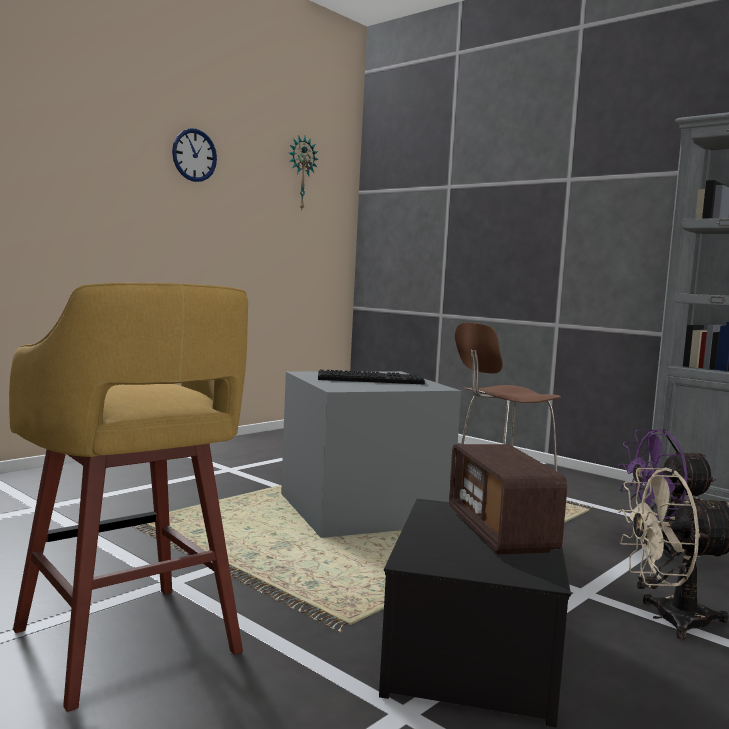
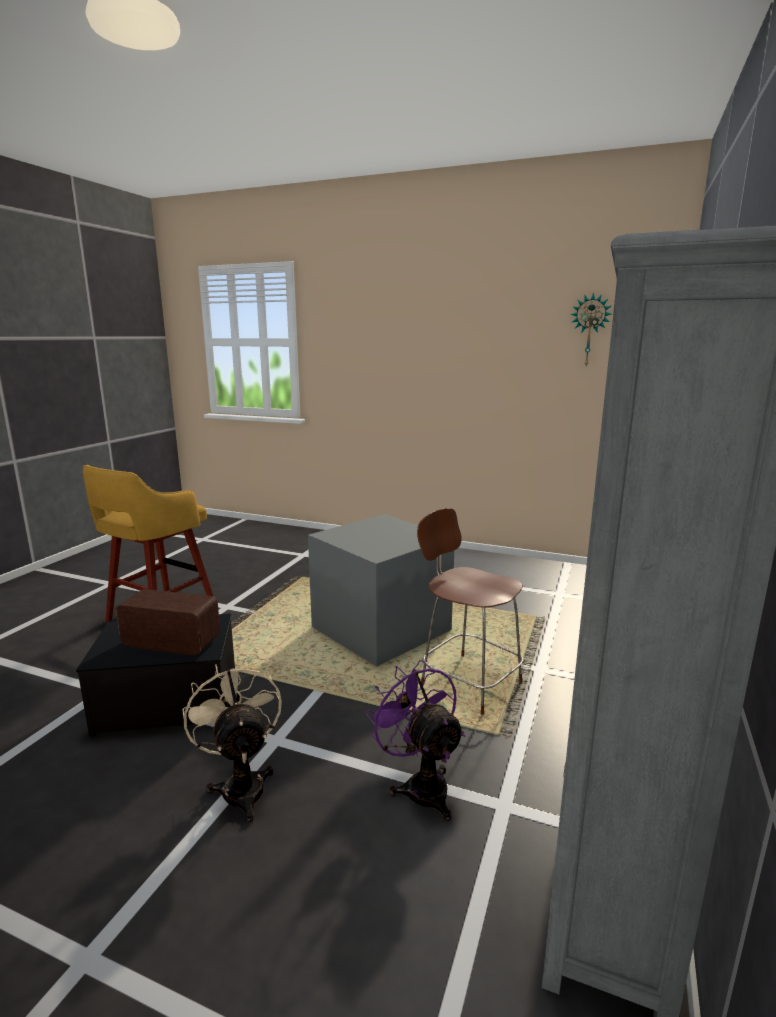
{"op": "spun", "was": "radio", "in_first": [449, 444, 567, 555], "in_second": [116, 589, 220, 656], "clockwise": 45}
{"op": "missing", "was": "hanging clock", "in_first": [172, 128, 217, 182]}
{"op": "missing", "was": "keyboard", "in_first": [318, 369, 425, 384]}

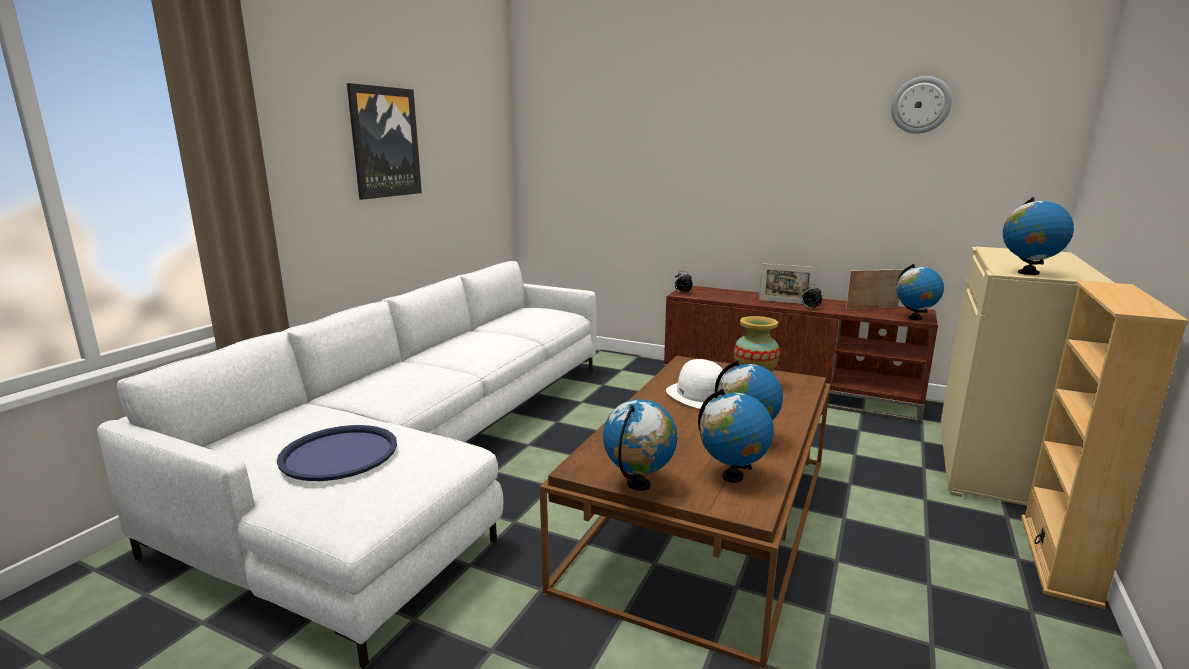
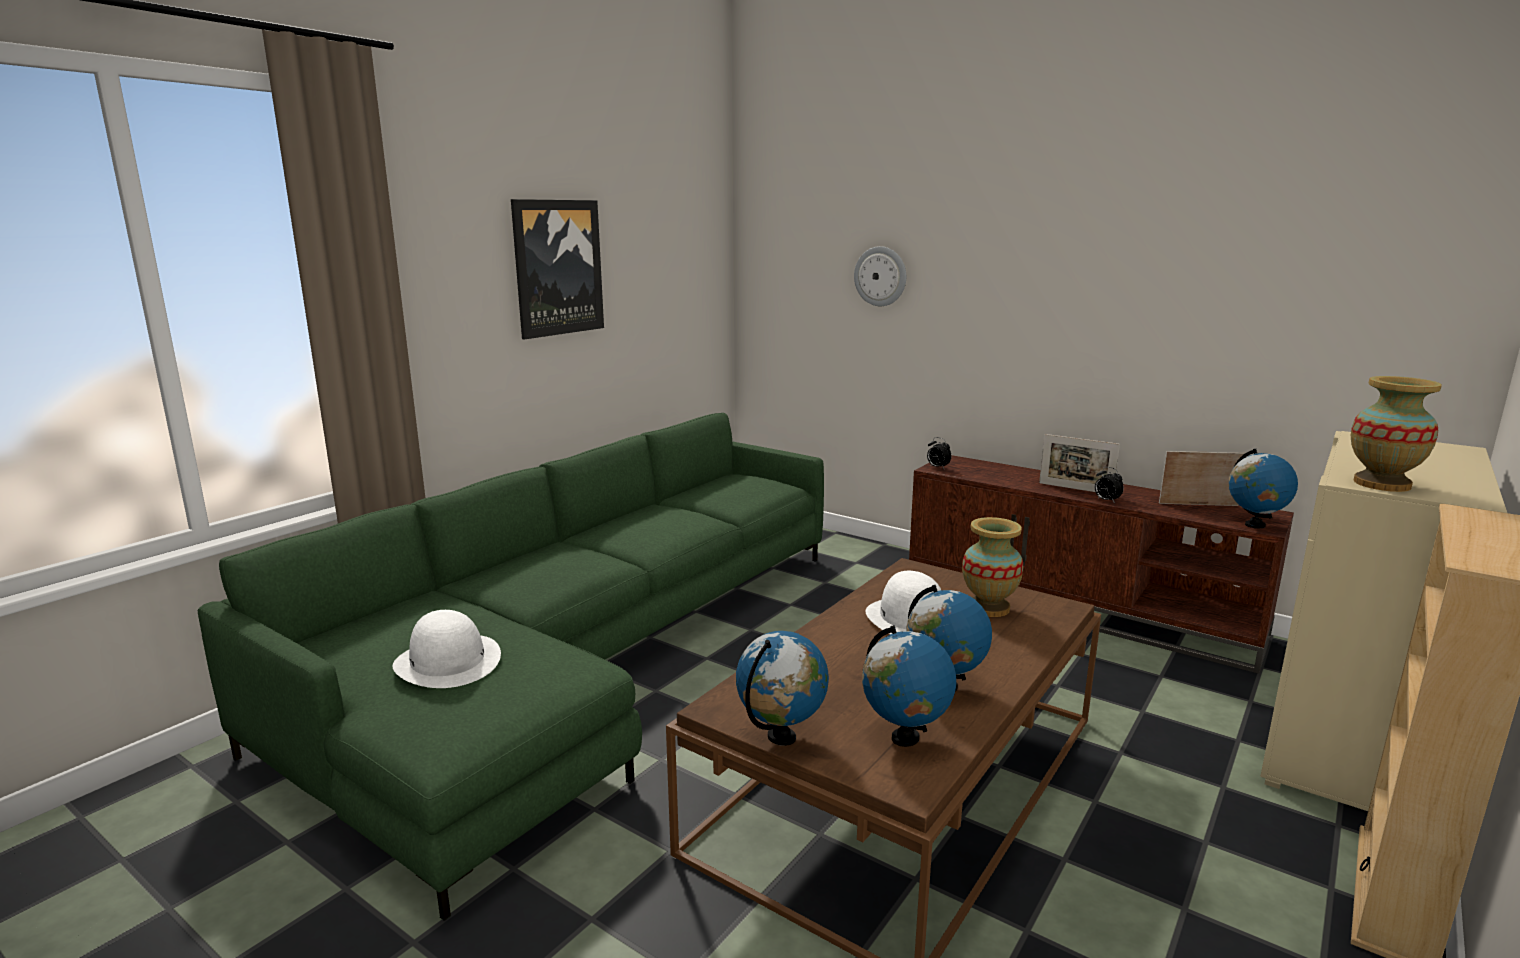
{"op": "colour", "was": "white couch", "now": "greenish couch", "in_first": [97, 261, 597, 668], "in_second": [198, 413, 824, 921]}
{"op": "exchanged", "was": "bluish tray", "now": "white clothing hat", "in_first": [277, 425, 397, 481], "in_second": [393, 610, 501, 688]}
{"op": "relocated", "was": "hanging clock", "in_first": [891, 76, 952, 134], "in_second": [854, 246, 906, 306]}
{"op": "exchanged", "was": "globe", "now": "flower vase", "in_first": [1003, 197, 1074, 275], "in_second": [1351, 376, 1442, 492]}

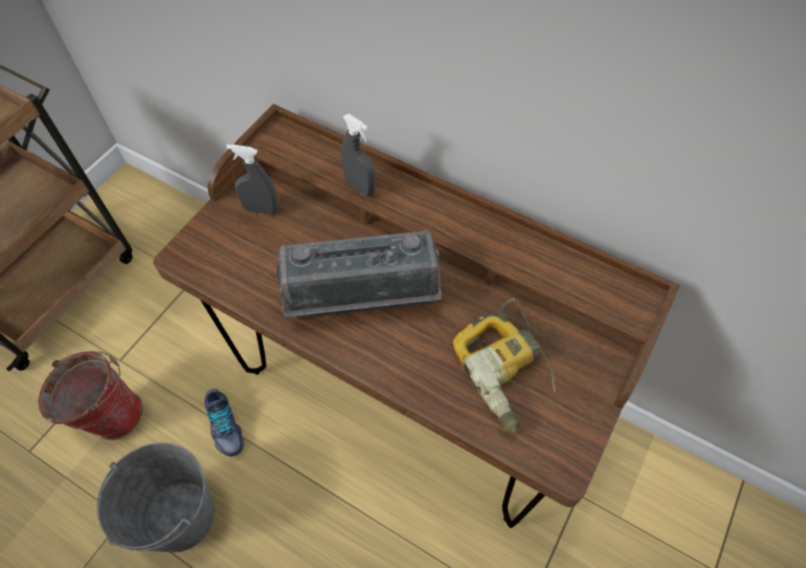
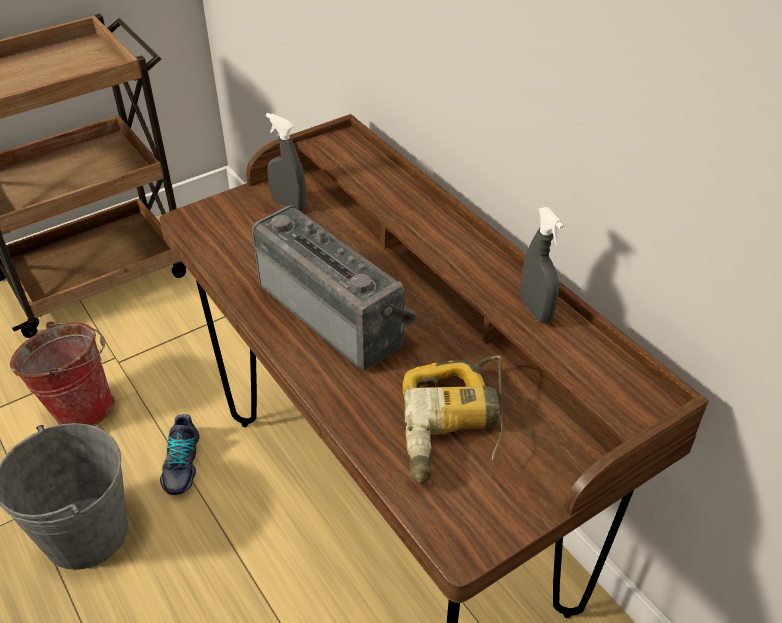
{"op": "spun", "was": "radio", "in_first": [276, 230, 442, 320], "in_second": [252, 205, 418, 371], "clockwise": -150}
{"op": "relocated", "was": "greyish hand sprayer", "in_first": [341, 114, 376, 196], "in_second": [520, 207, 565, 324]}

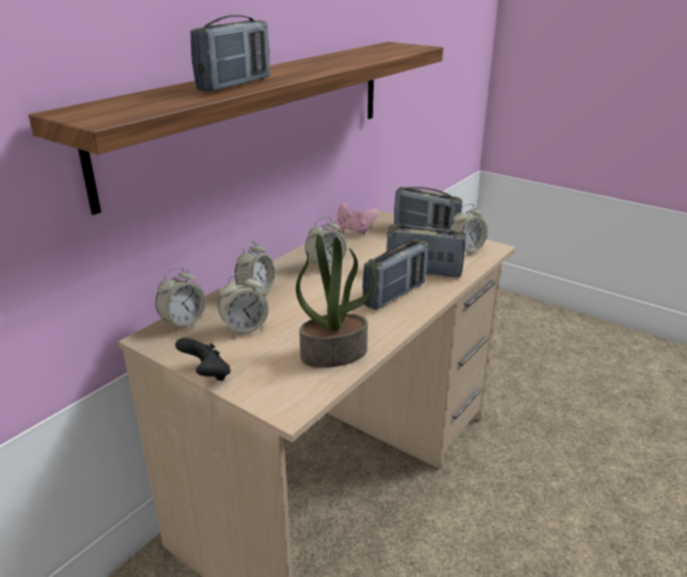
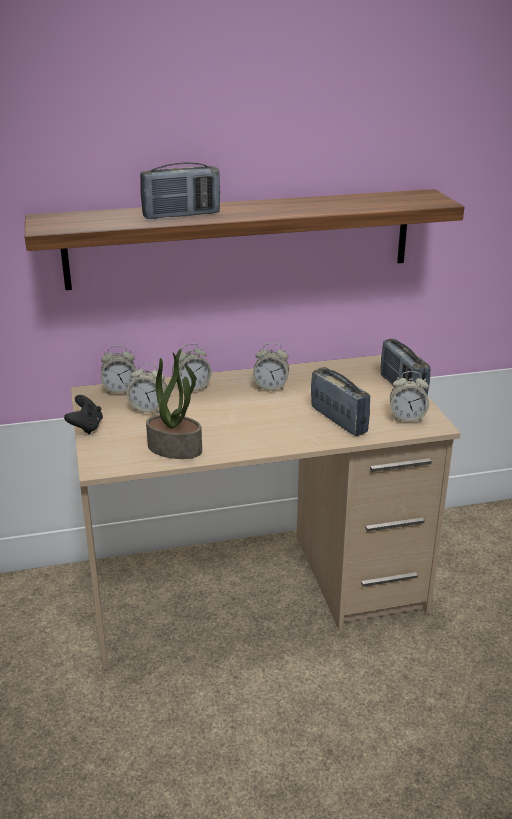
{"op": "missing", "was": "pink gamepad", "in_first": [337, 203, 378, 235]}
{"op": "missing", "was": "radio", "in_first": [362, 239, 428, 310]}

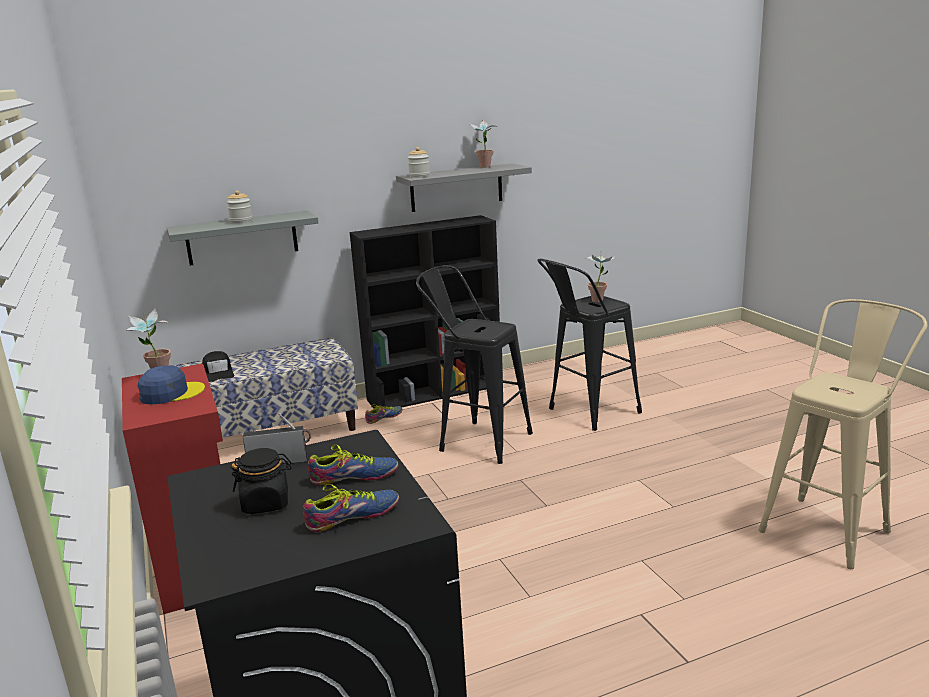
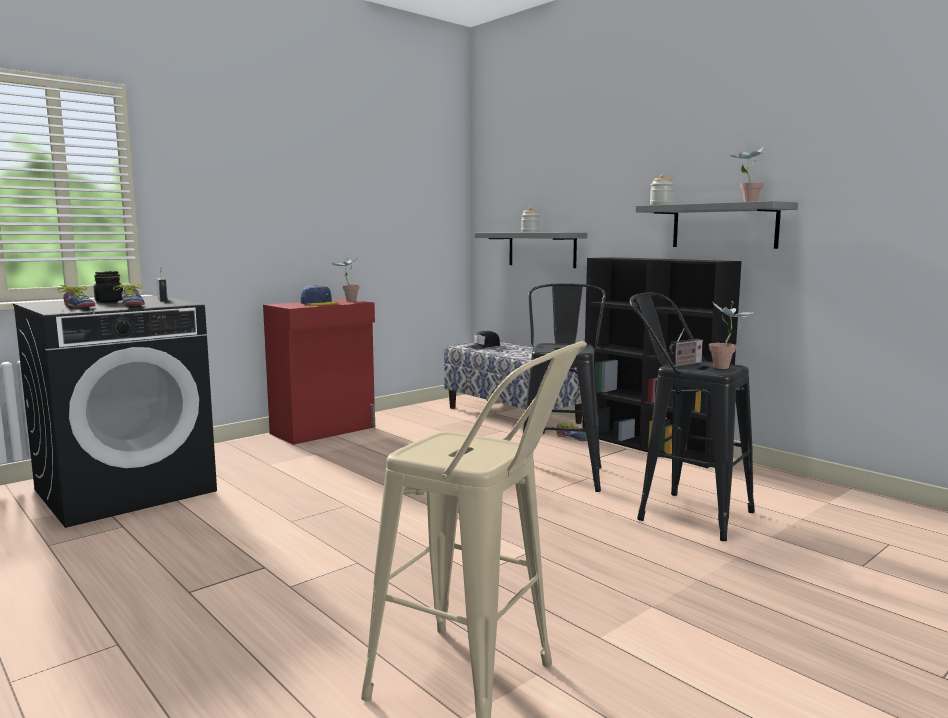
{"op": "appeared", "now": "radio", "in_second": [669, 328, 703, 367]}

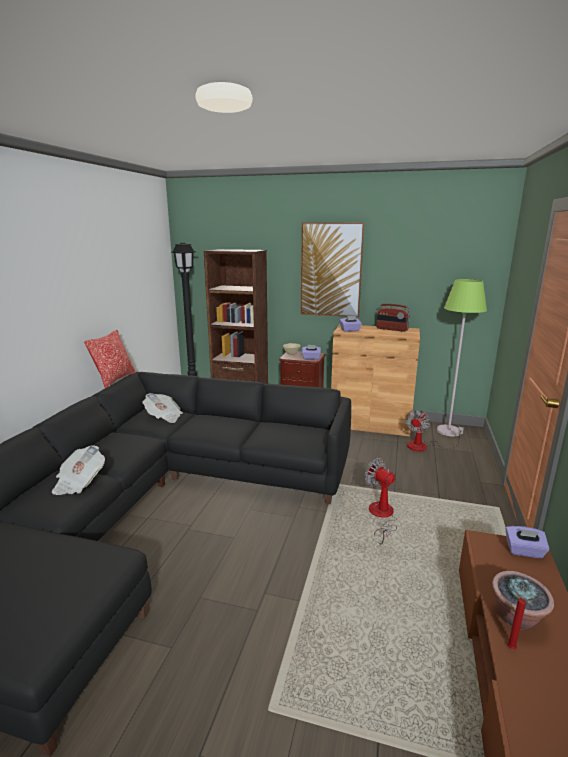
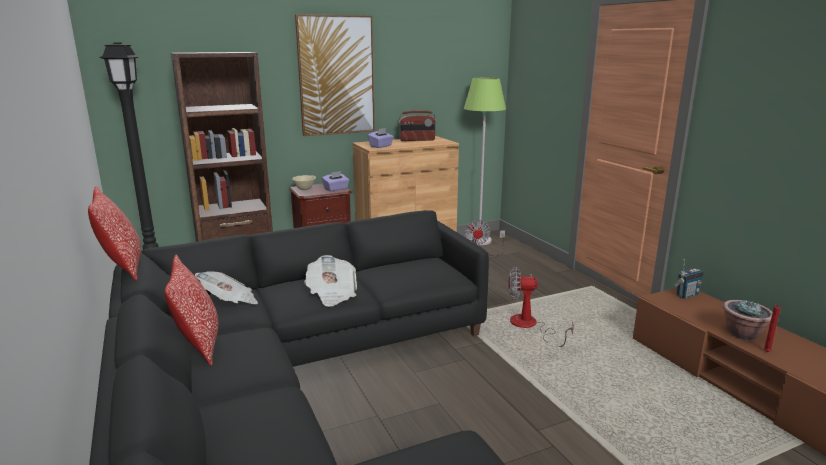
{"op": "appeared", "now": "cushion", "in_second": [165, 255, 219, 366]}
{"op": "relocated", "was": "daily paper", "in_first": [52, 445, 105, 495], "in_second": [304, 255, 357, 307]}
{"op": "exchanged", "was": "purple-coloured tissue holder", "now": "radio", "in_first": [506, 526, 550, 558], "in_second": [674, 259, 704, 299]}

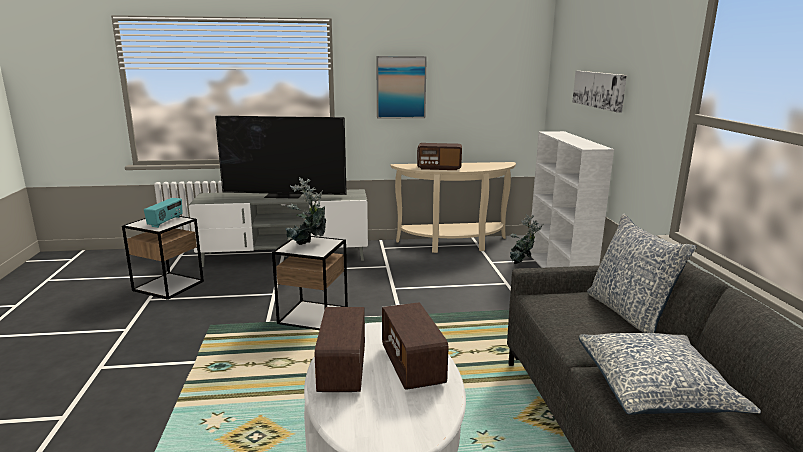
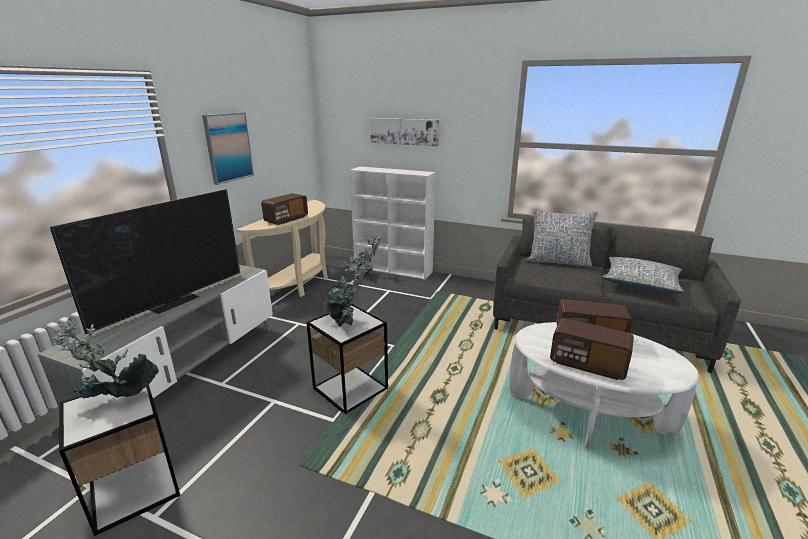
{"op": "exchanged", "was": "radio", "now": "houseplant", "in_first": [144, 198, 183, 228], "in_second": [52, 318, 159, 399]}

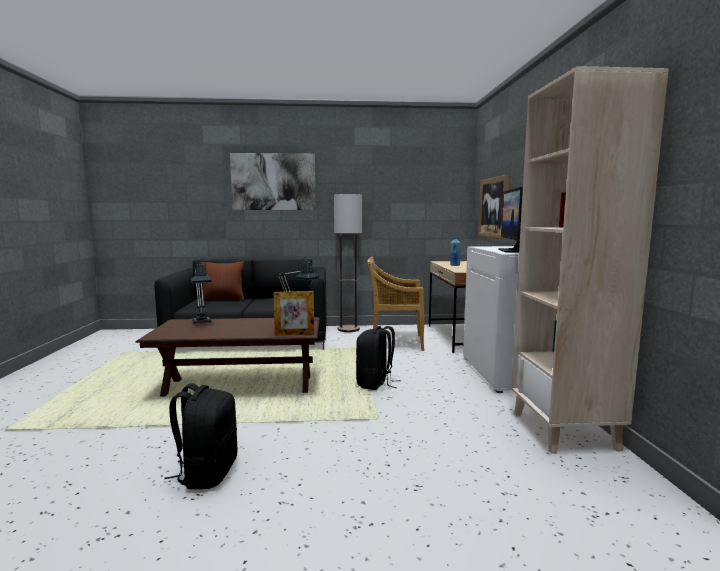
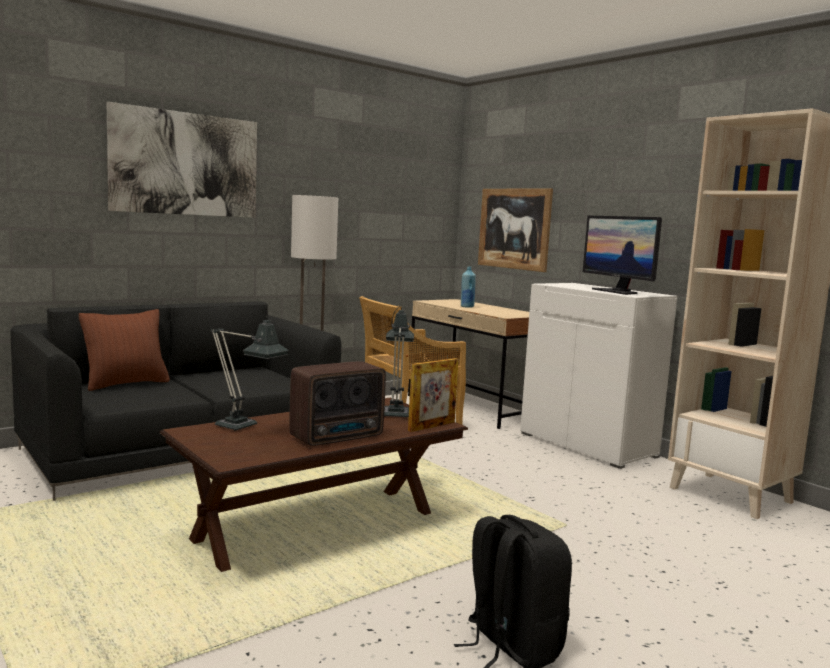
{"op": "appeared", "now": "radio", "in_second": [289, 361, 386, 446]}
{"op": "missing", "was": "black-coloured knapsack", "in_first": [356, 326, 401, 390]}

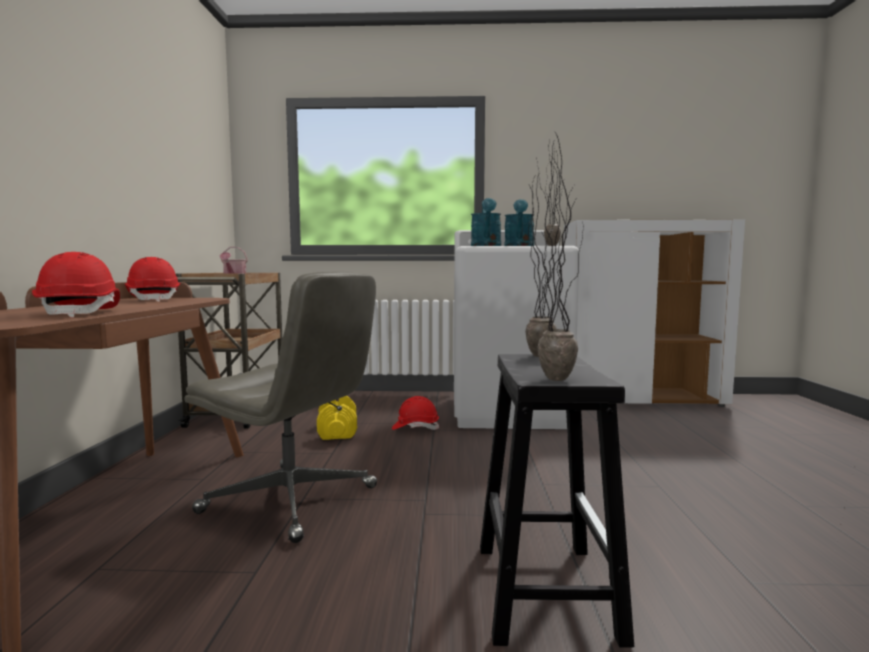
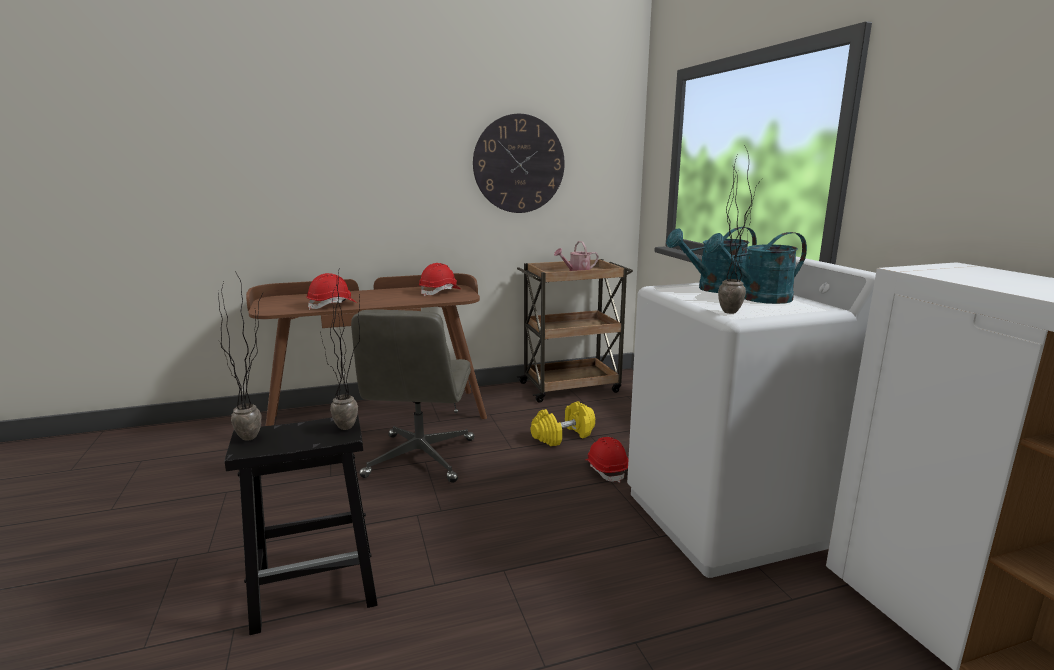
{"op": "appeared", "now": "hanging clock", "in_second": [473, 114, 565, 213]}

